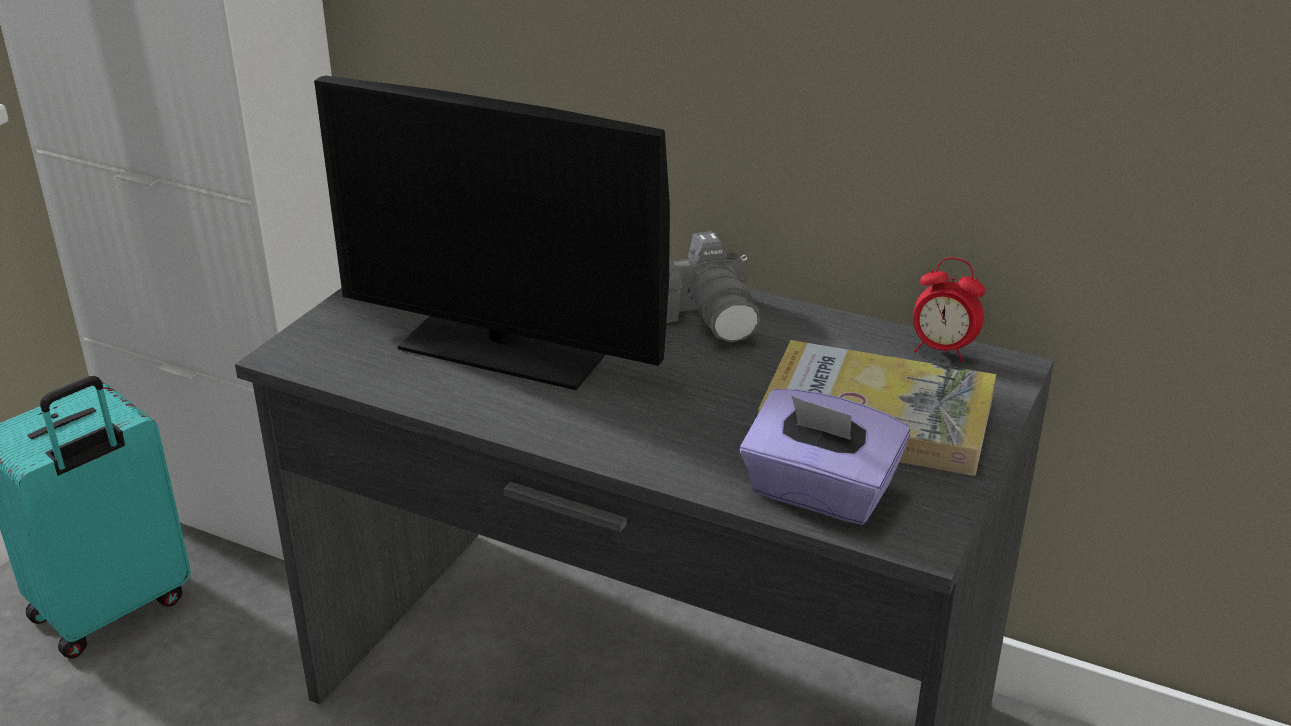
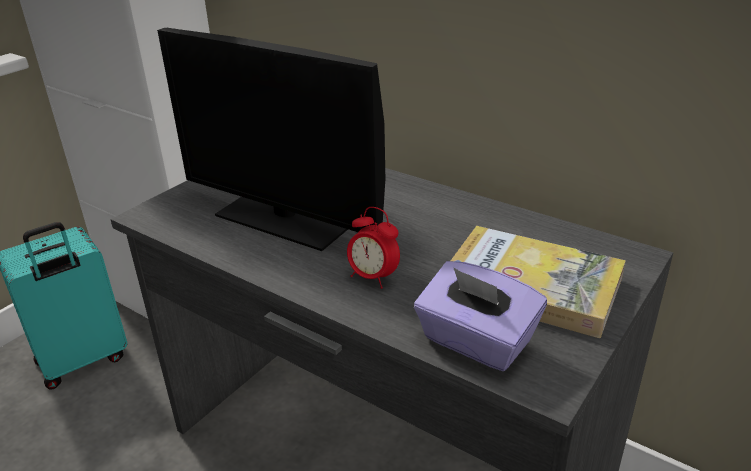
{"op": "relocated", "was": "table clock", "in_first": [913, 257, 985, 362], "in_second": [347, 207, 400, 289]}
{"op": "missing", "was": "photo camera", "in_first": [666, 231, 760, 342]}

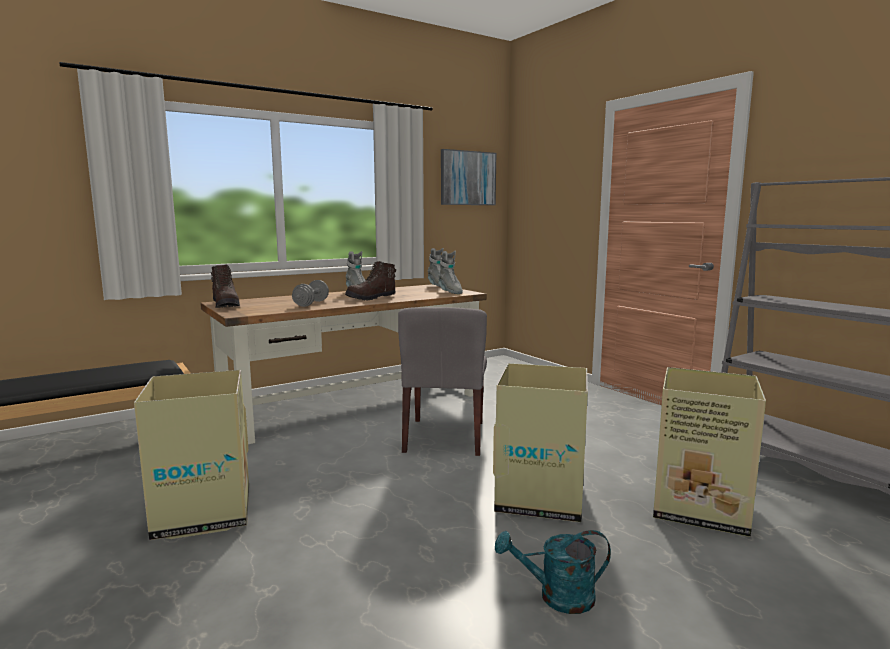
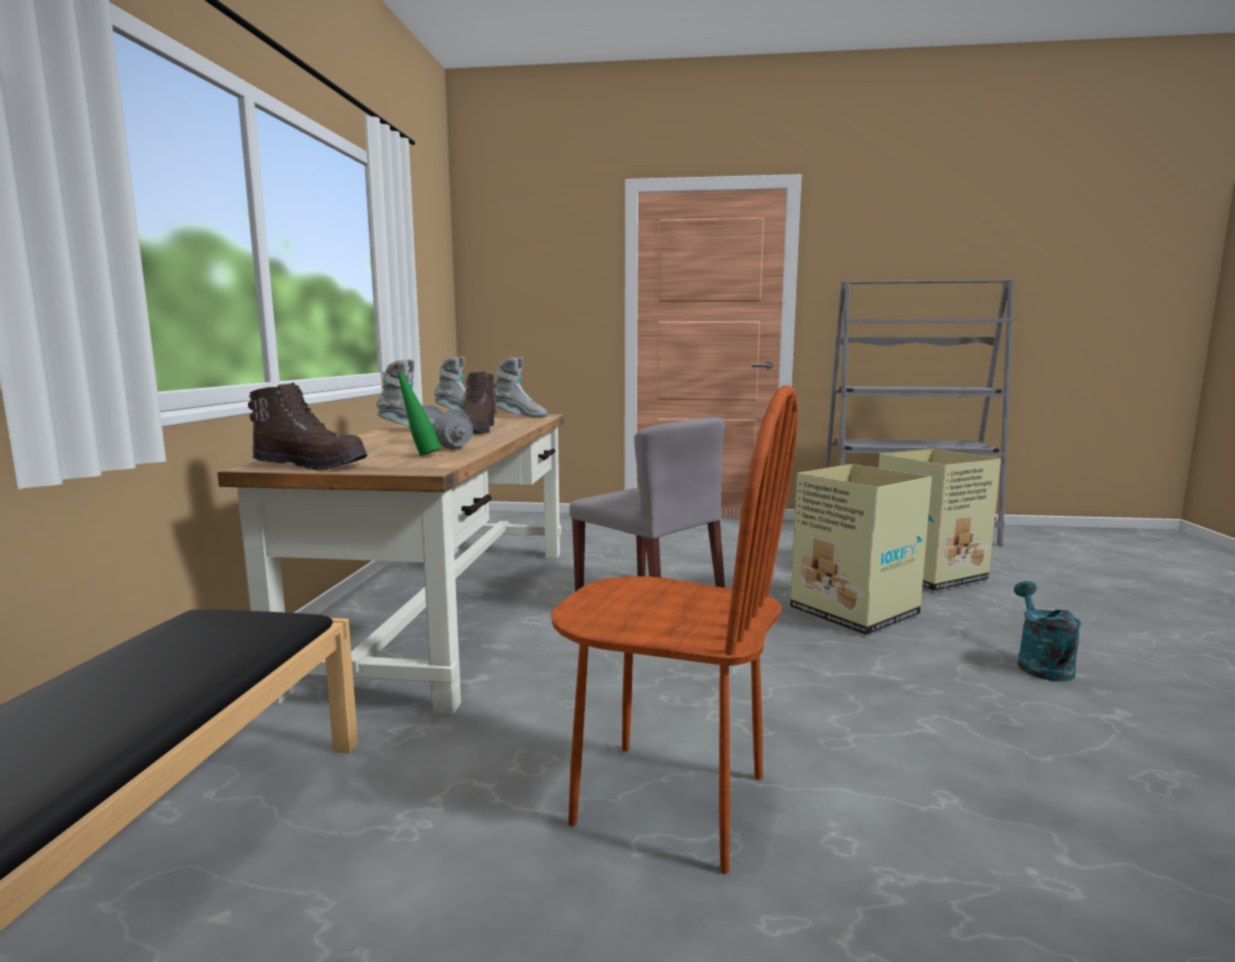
{"op": "appeared", "now": "greenish beverage bottle", "in_second": [394, 364, 441, 456]}
{"op": "exchanged", "was": "cardboard box", "now": "brown-coloured chair", "in_first": [134, 370, 249, 540], "in_second": [551, 385, 798, 874]}
{"op": "spun", "was": "blue-green watering can", "in_first": [495, 530, 611, 614], "in_second": [1014, 581, 1082, 682], "clockwise": 150}
{"op": "missing", "was": "wall picture", "in_first": [441, 149, 496, 205]}

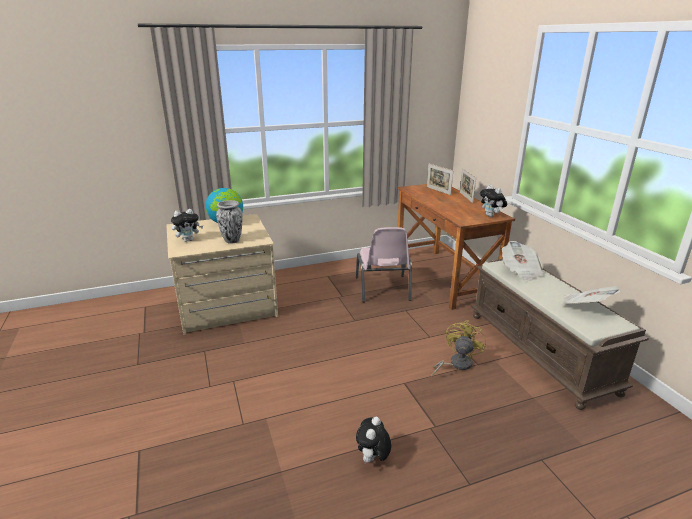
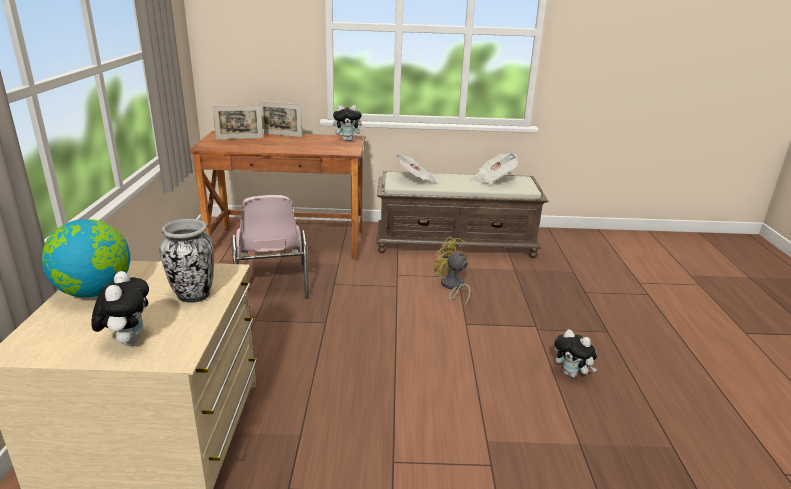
{"op": "spun", "was": "pink chair", "in_first": [356, 227, 412, 302], "in_second": [231, 195, 309, 299], "clockwise": 60}

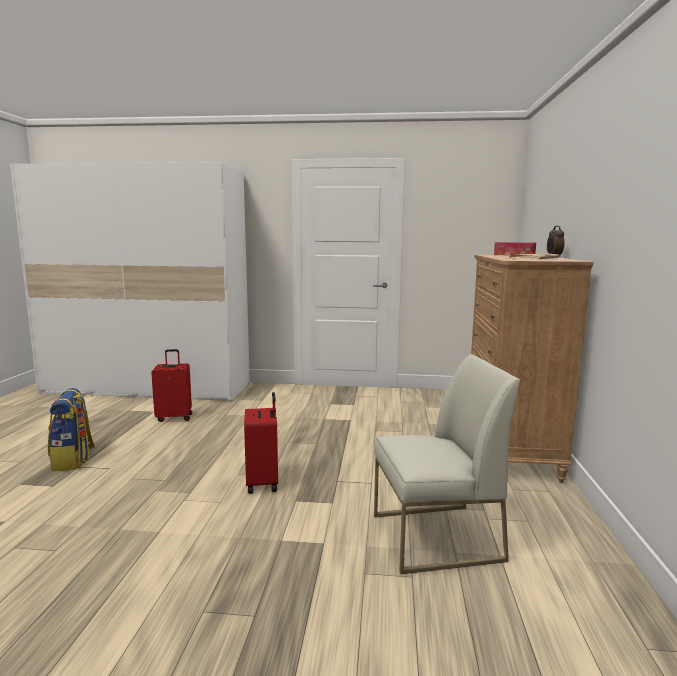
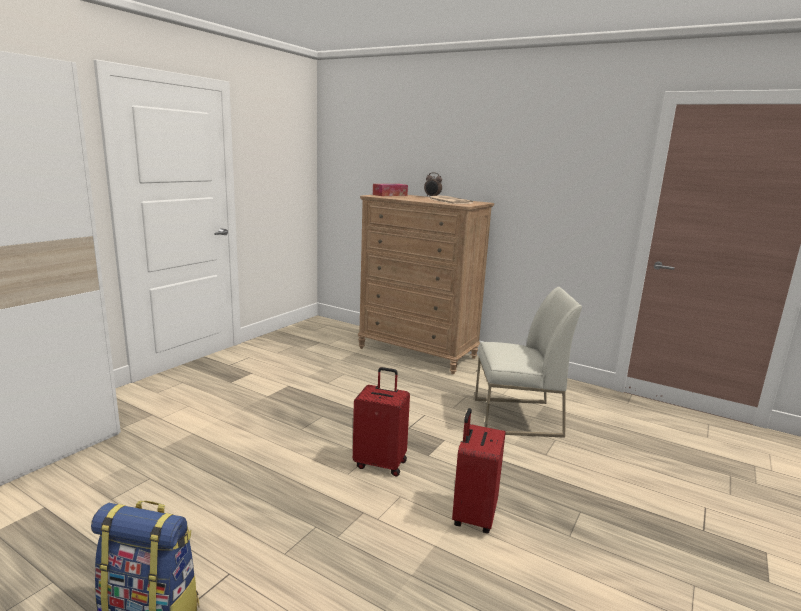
{"op": "relocated", "was": "red suitcase", "in_first": [151, 349, 192, 422], "in_second": [452, 408, 506, 533]}
{"op": "spun", "was": "white chair", "in_first": [374, 354, 520, 574], "in_second": [475, 287, 582, 438], "clockwise": 75}

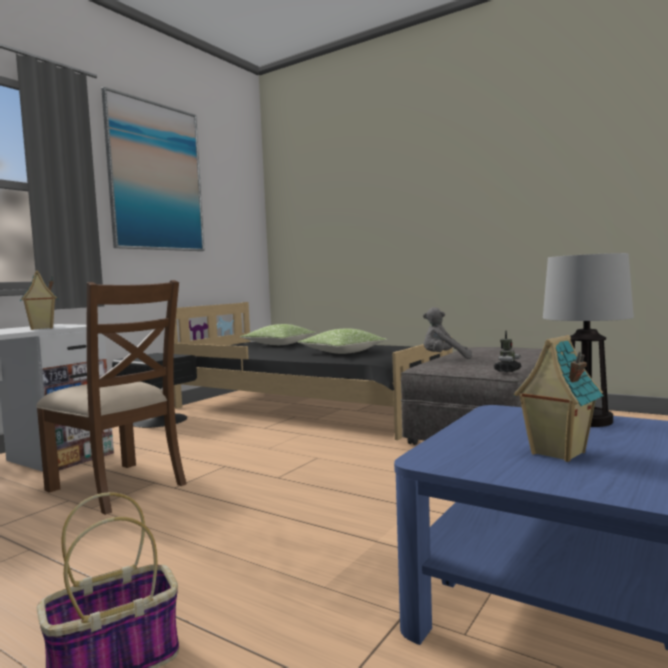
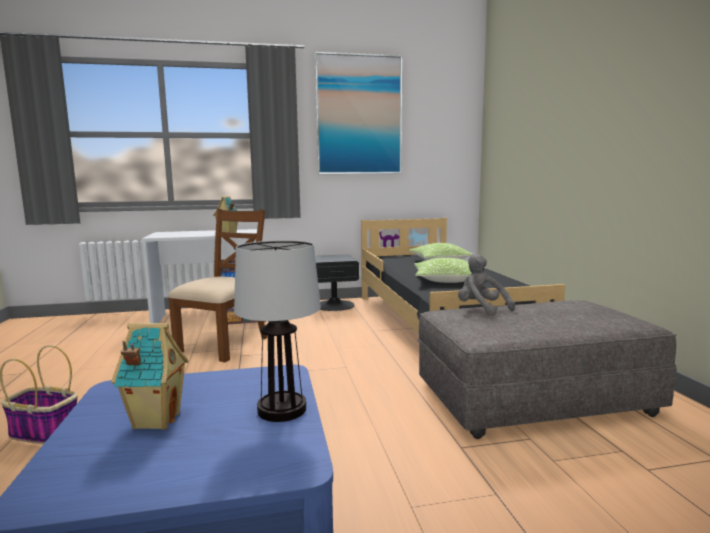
{"op": "spun", "was": "brown-coloured chair", "in_first": [36, 280, 187, 515], "in_second": [168, 209, 268, 362], "clockwise": -150}
{"op": "missing", "was": "robot figure", "in_first": [494, 331, 522, 372]}

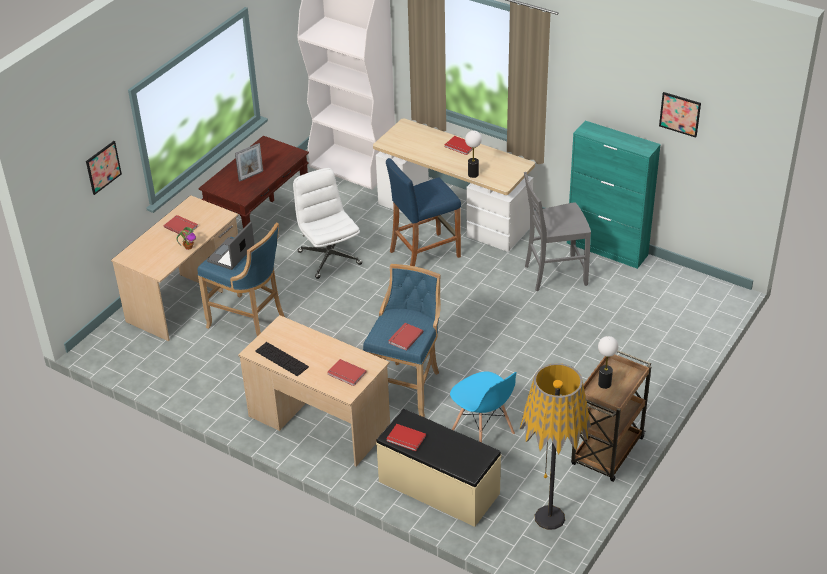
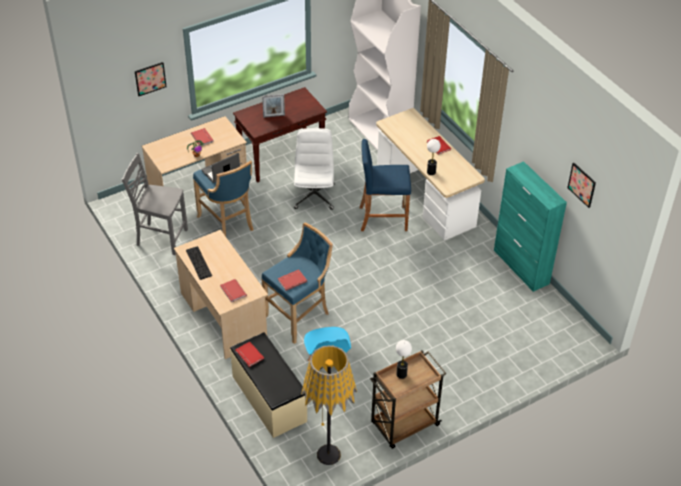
{"op": "relocated", "was": "greyish chair", "in_first": [524, 172, 591, 291], "in_second": [122, 153, 188, 255]}

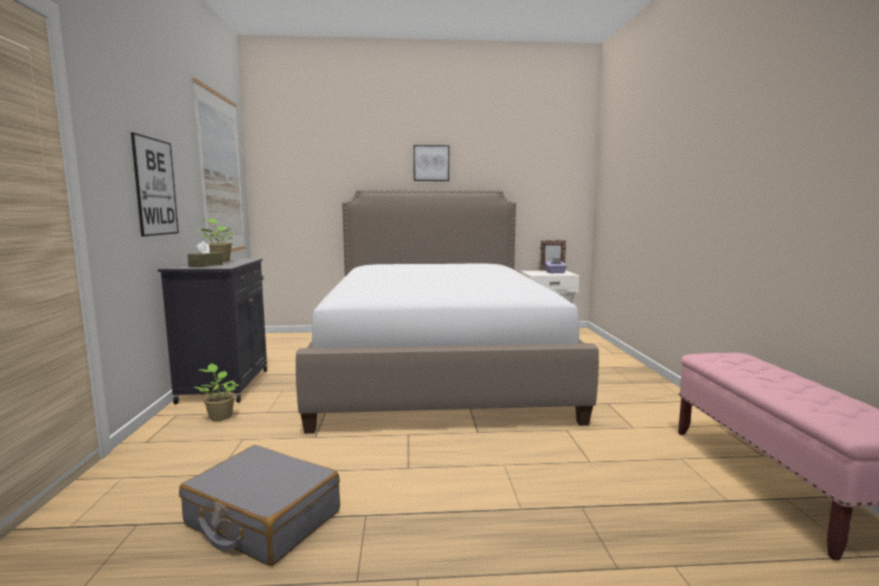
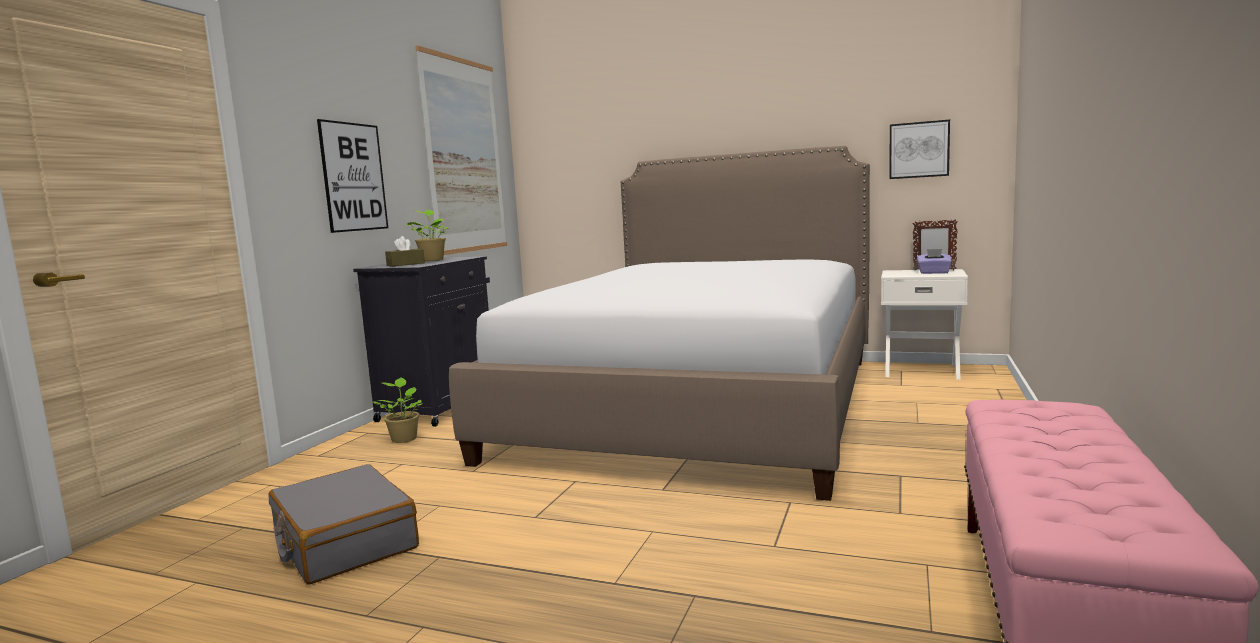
{"op": "relocated", "was": "wall picture", "in_first": [414, 145, 449, 181], "in_second": [889, 119, 950, 179]}

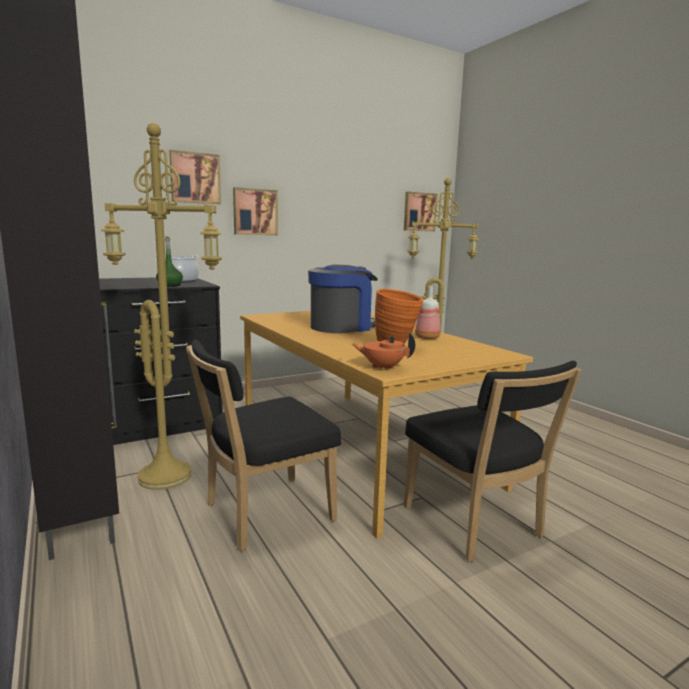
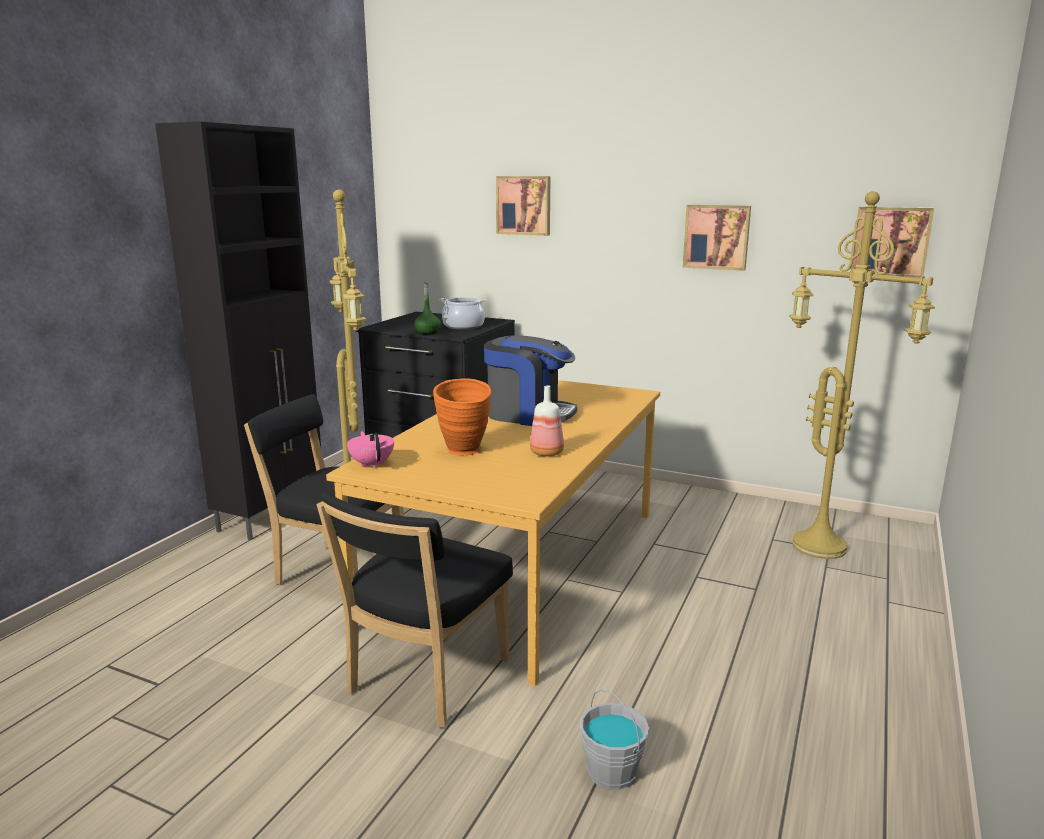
{"op": "colour", "was": "orange teapot", "now": "pink teapot", "in_first": [352, 333, 415, 371], "in_second": [347, 431, 394, 469]}
{"op": "appeared", "now": "greyish water bucket", "in_second": [580, 689, 649, 790]}
{"op": "relocated", "was": "wall picture", "in_first": [233, 187, 278, 235], "in_second": [683, 205, 751, 271]}

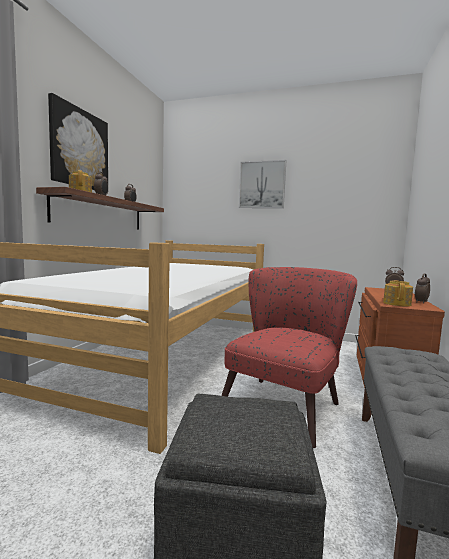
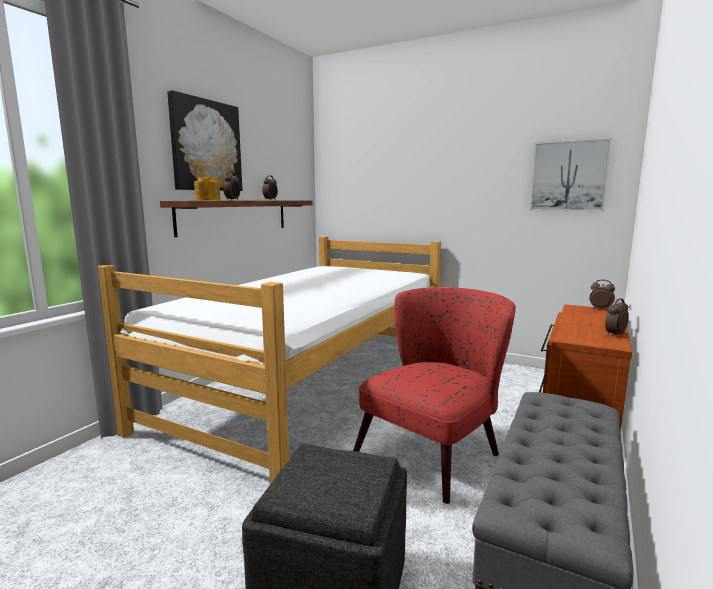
{"op": "relocated", "was": "wall picture", "in_first": [239, 160, 286, 208], "in_second": [530, 138, 612, 211]}
{"op": "missing", "was": "teapot", "in_first": [383, 280, 413, 306]}

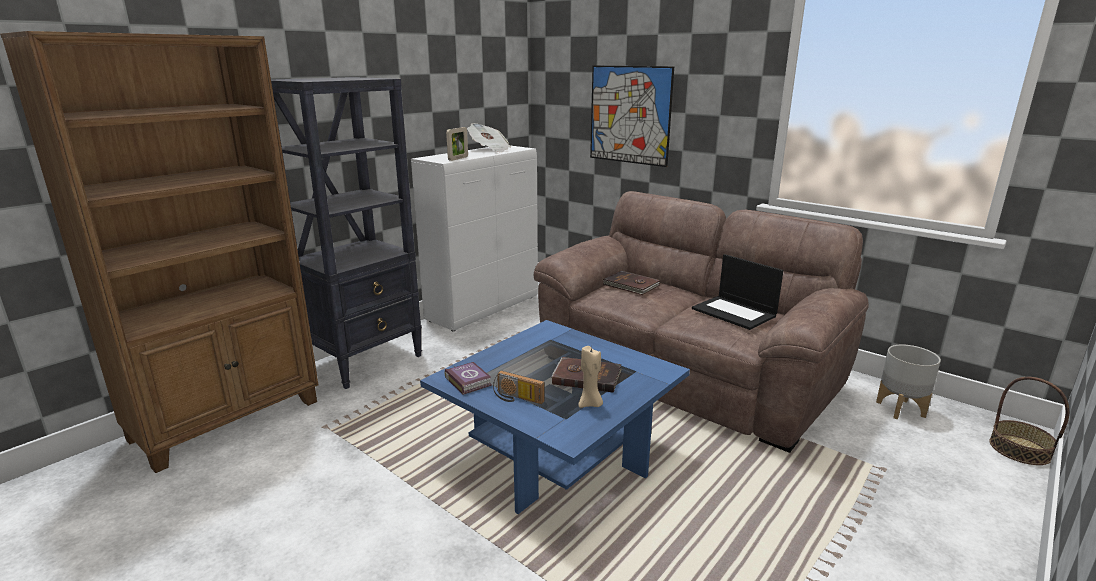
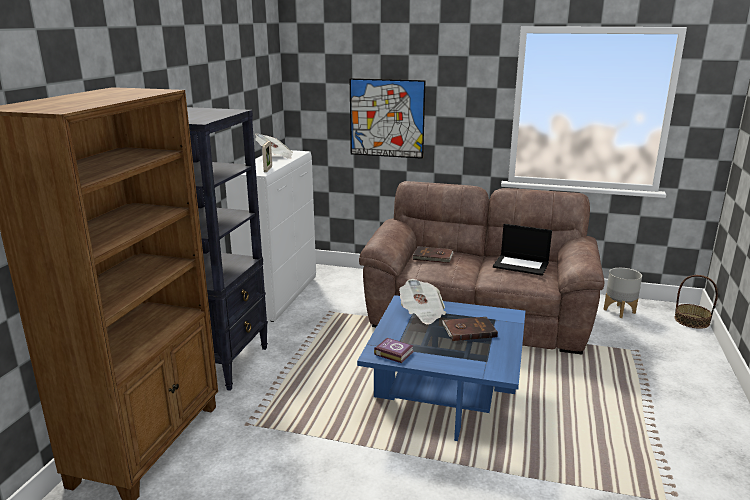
{"op": "appeared", "now": "daily paper", "in_second": [399, 279, 446, 325]}
{"op": "missing", "was": "radio", "in_first": [493, 370, 545, 404]}
{"op": "missing", "was": "sand-coloured candle", "in_first": [578, 346, 603, 408]}

